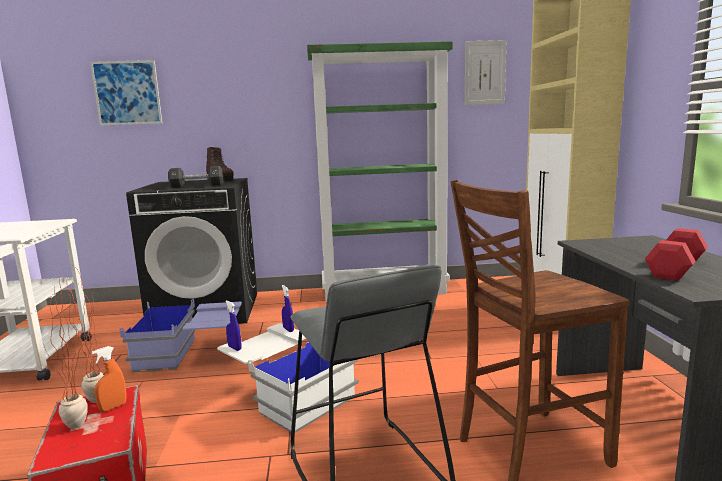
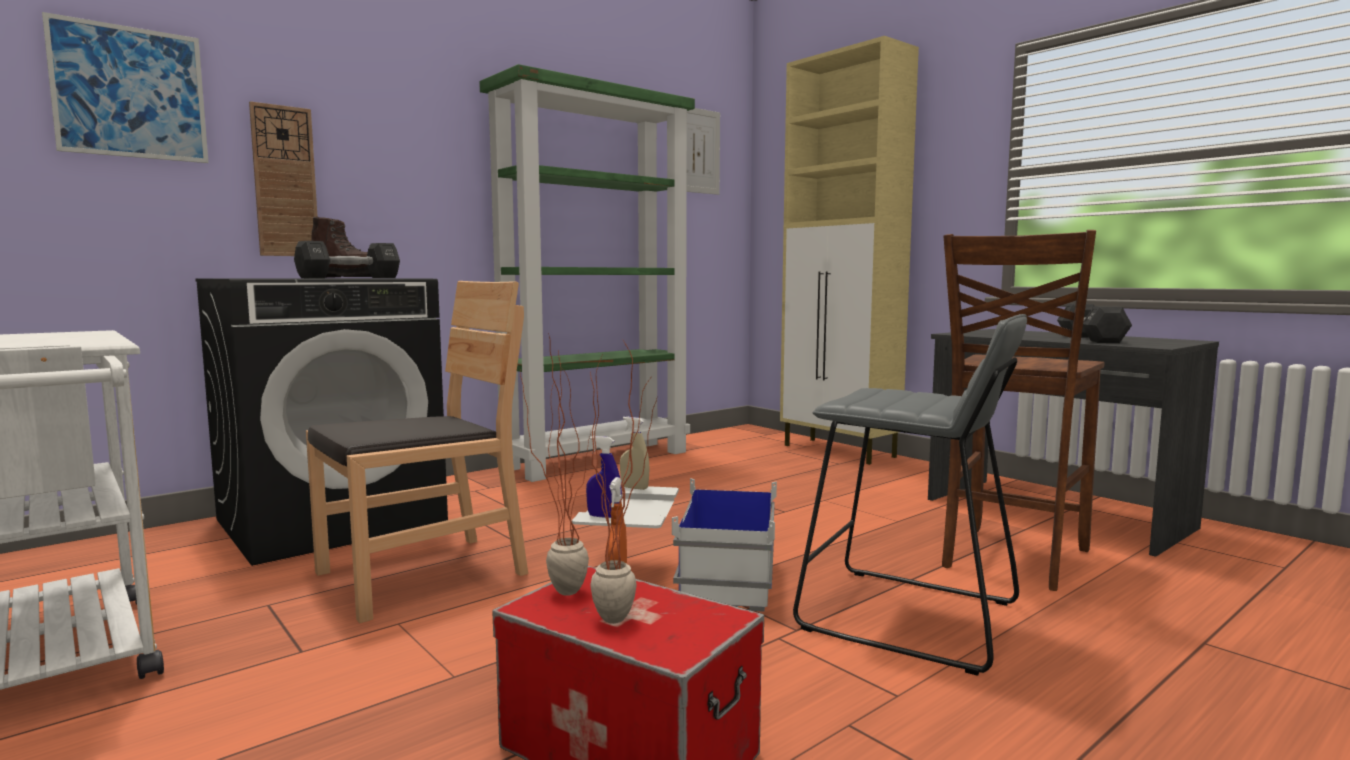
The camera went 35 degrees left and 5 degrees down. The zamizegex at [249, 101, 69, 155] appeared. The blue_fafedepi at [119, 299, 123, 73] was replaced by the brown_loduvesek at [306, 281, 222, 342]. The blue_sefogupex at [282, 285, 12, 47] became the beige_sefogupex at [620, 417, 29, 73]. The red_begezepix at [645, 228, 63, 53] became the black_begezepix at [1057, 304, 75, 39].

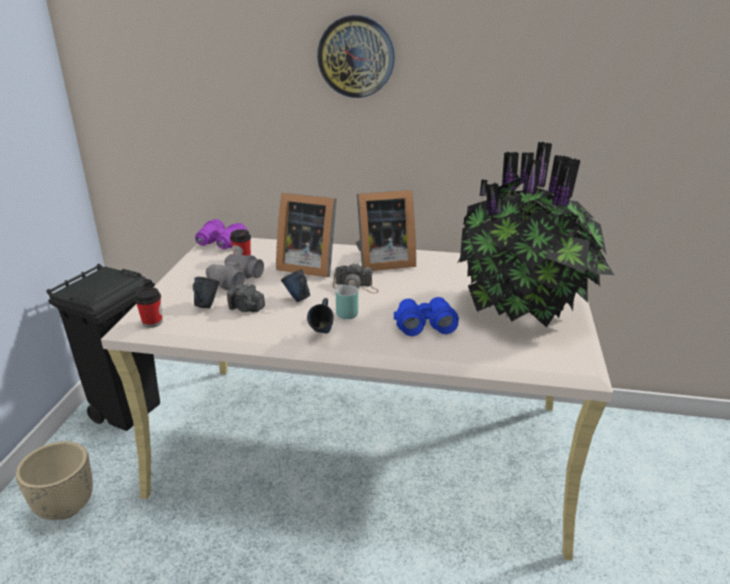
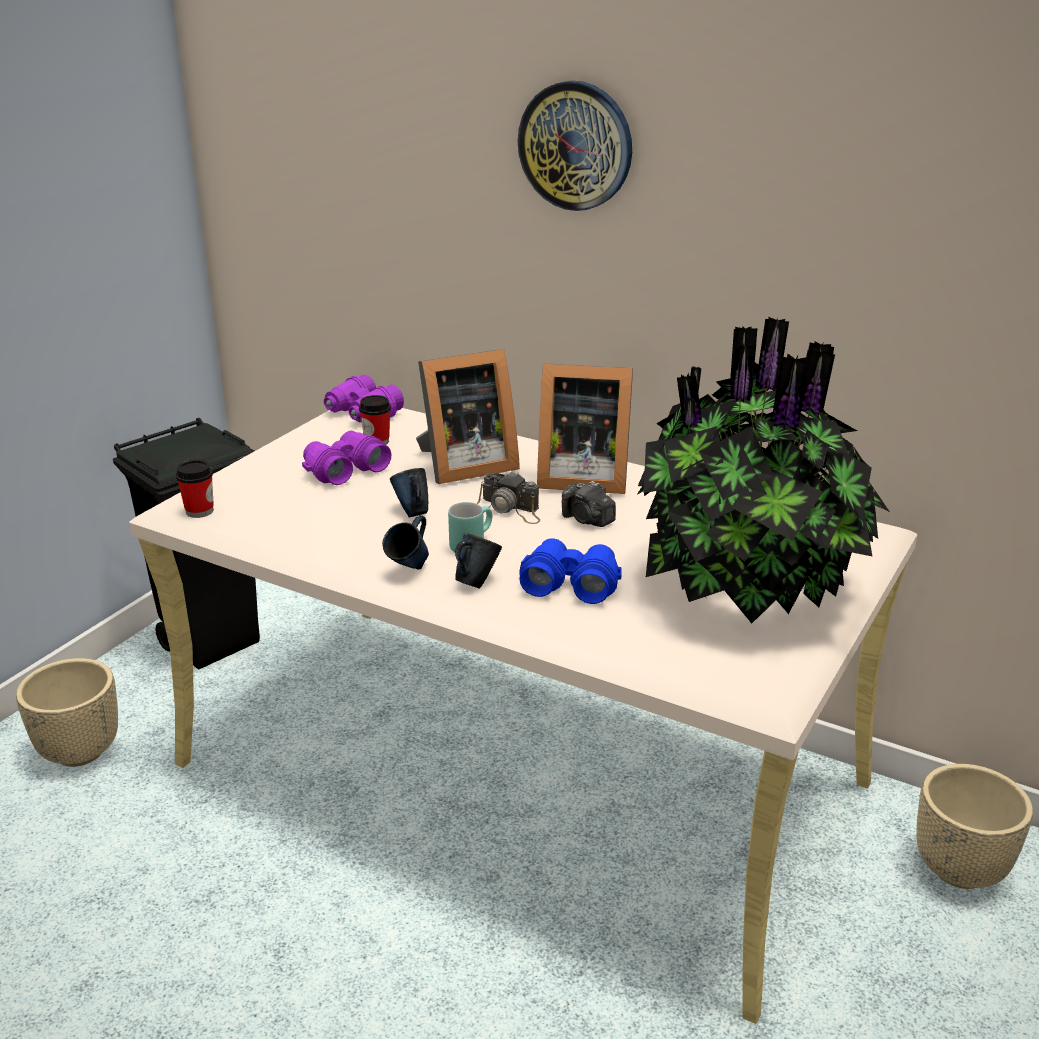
The camera went 20 degrees right and 0 degrees up. The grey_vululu at [206, 254, 58, 36] became the purple_vululu at [302, 431, 89, 54]. The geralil at [276, 193, 61, 84] turned 60 degrees counterclockwise. The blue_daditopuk moved from [193, 277, 26, 32] to [455, 533, 47, 56]. The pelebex moved from [227, 283, 38, 29] to [562, 481, 54, 46]. The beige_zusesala at [917, 764, 116, 125] appeared.

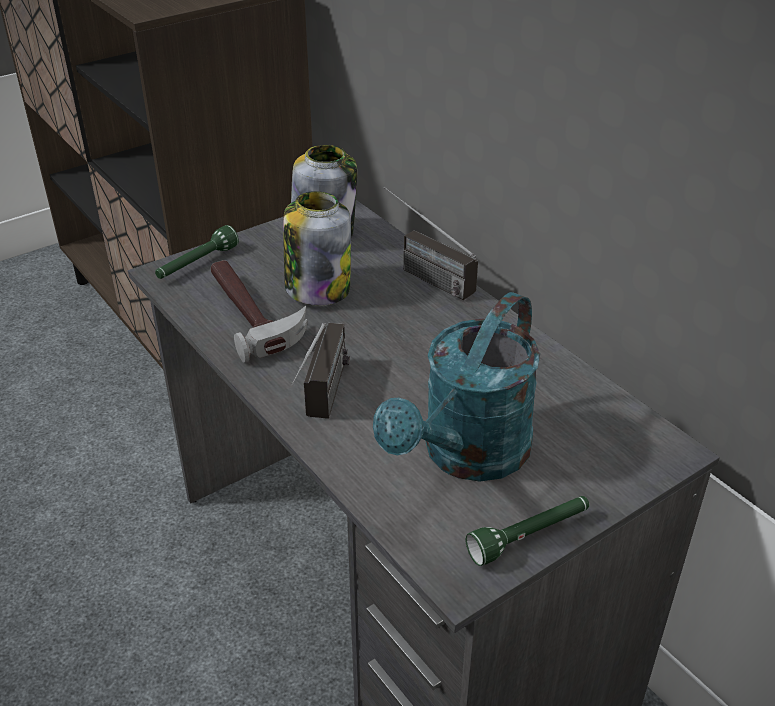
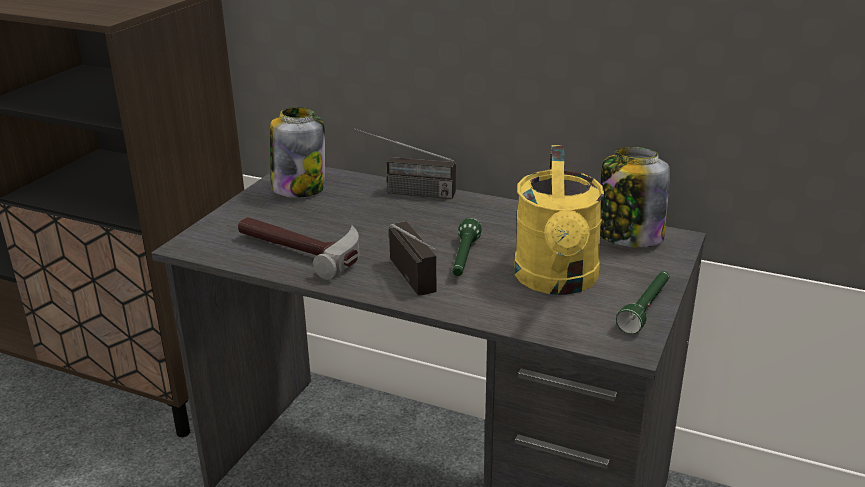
The camera went 30 degrees left and 10 degrees down. The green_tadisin moved from [155, 225, 84, 54] to [452, 218, 30, 58]. The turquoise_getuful at [373, 292, 167, 190] became the yellow_getuful at [514, 145, 90, 150]. The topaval moved from [283, 191, 68, 115] to [600, 147, 70, 100].

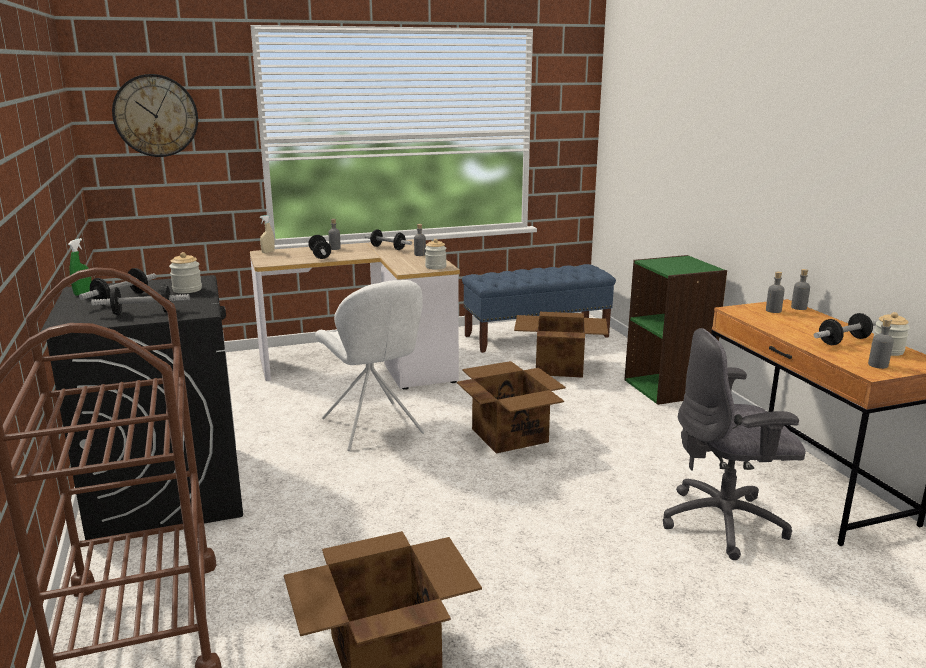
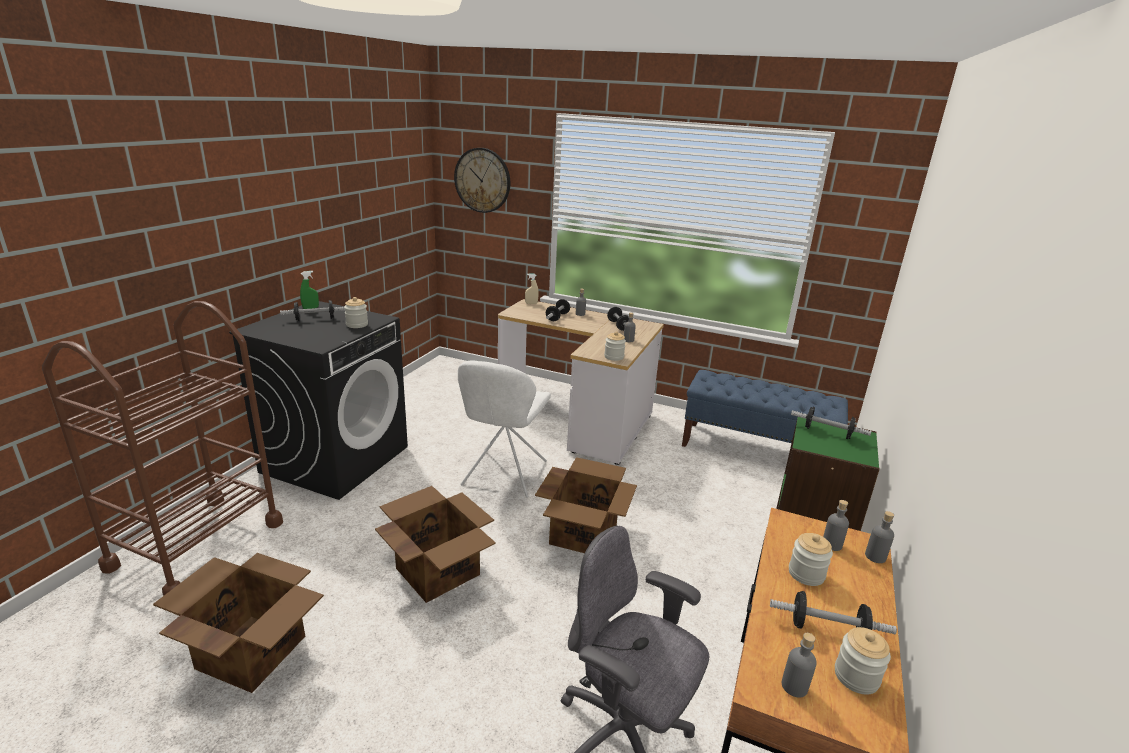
The camera went 40 degrees right and 5 degrees up. The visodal moved from [514, 312, 94, 66] to [375, 486, 121, 117]. The topaval at [789, 533, 44, 53] appeared. The begezepix moved from [91, 284, 99, 31] to [791, 407, 80, 32].

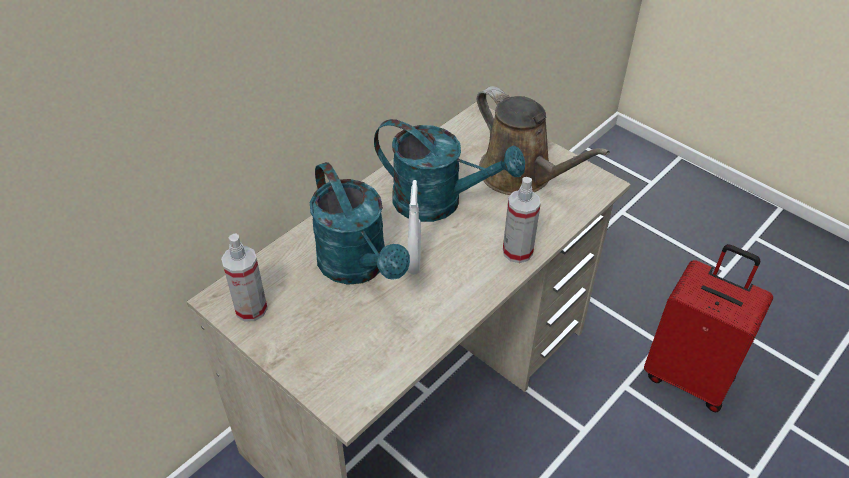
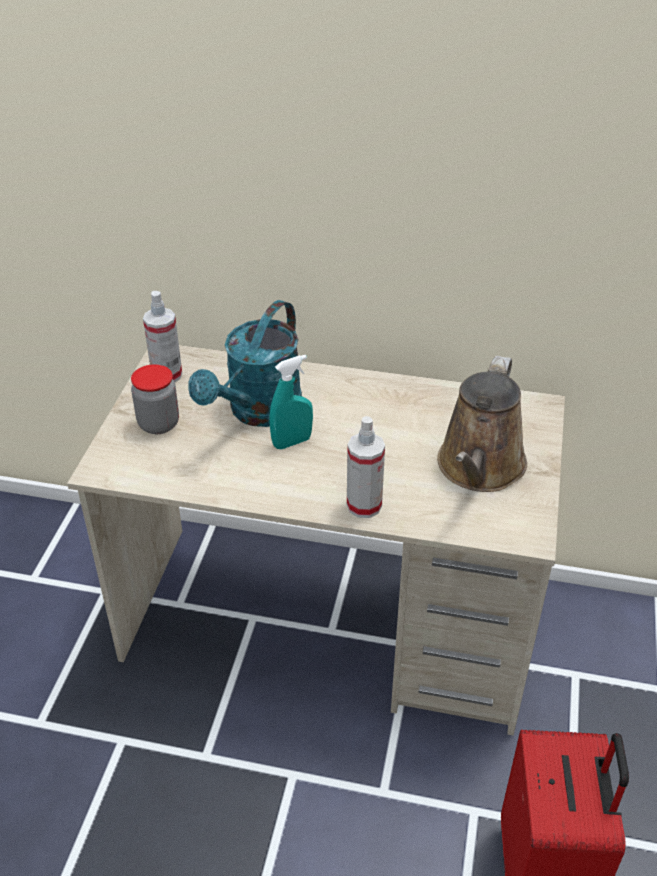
The camera went 60 degrees right and 5 degrees down. The topaval at [131, 364, 48, 70] appeared. The white_sefogupex at [408, 180, 13, 94] became the turquoise_sefogupex at [270, 355, 43, 94]. The turquoise_getuful at [374, 119, 151, 103] disappeared.

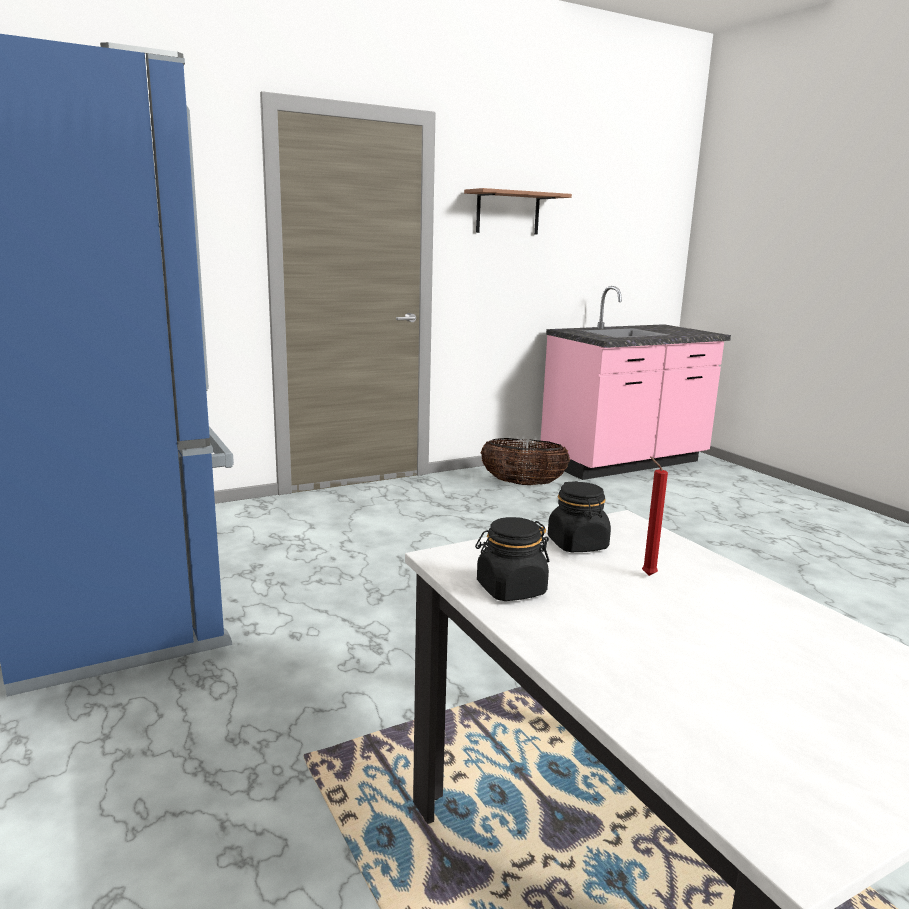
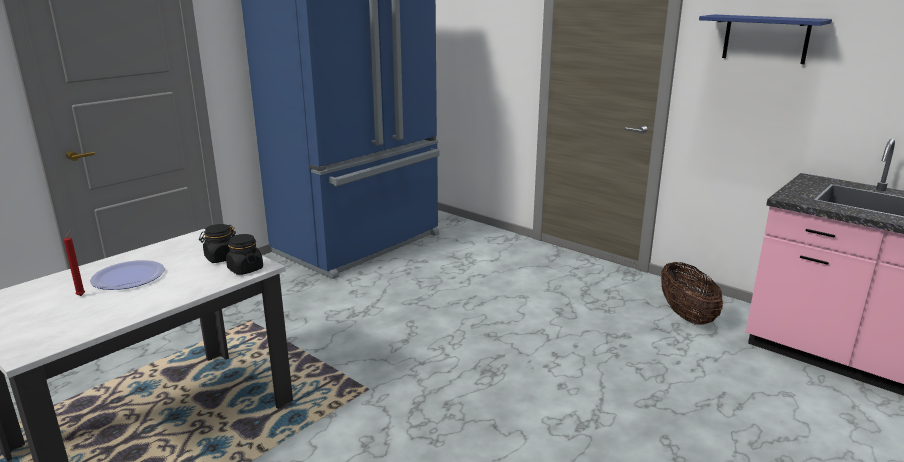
The camera went 70 degrees right and 5 degrees up. The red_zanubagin moved from [642, 456, 26, 120] to [64, 230, 21, 66]. The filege at [90, 260, 75, 30] appeared. The black_topaval moved from [475, 517, 74, 84] to [226, 234, 37, 41]. The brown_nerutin at [464, 188, 108, 47] became the blue_nerutin at [699, 15, 133, 49].

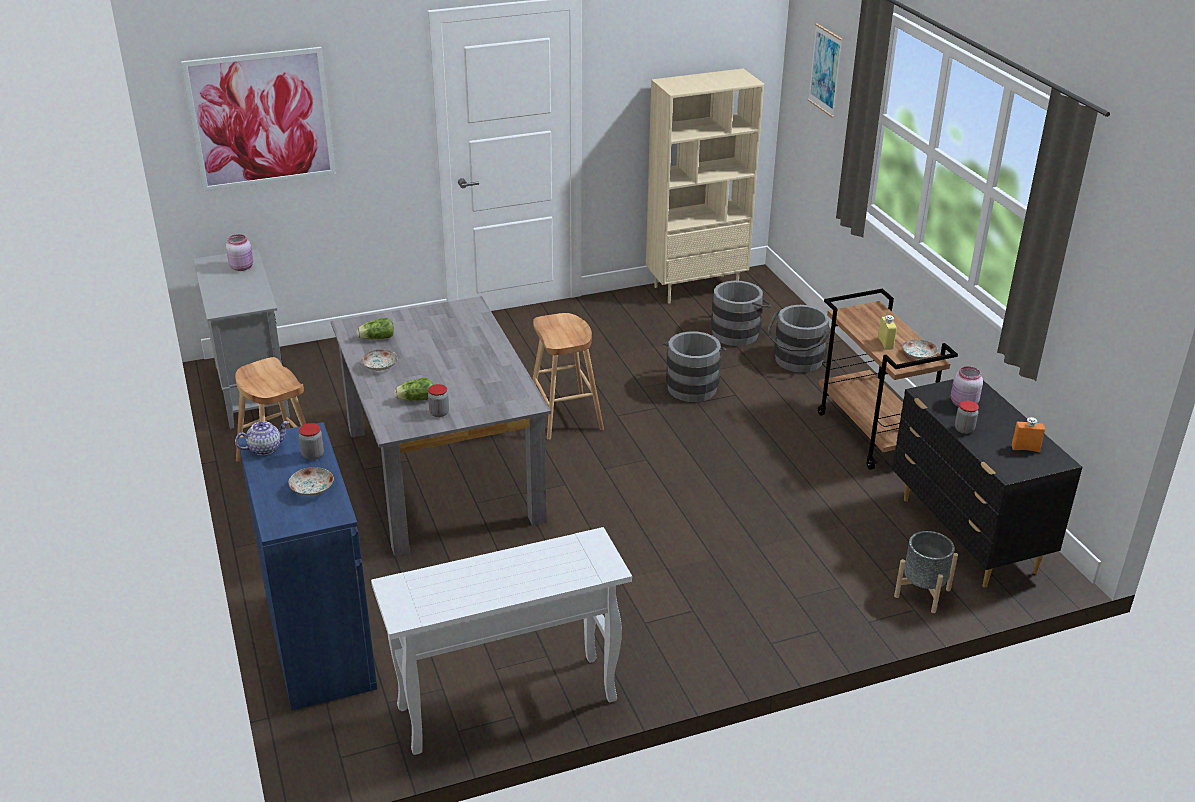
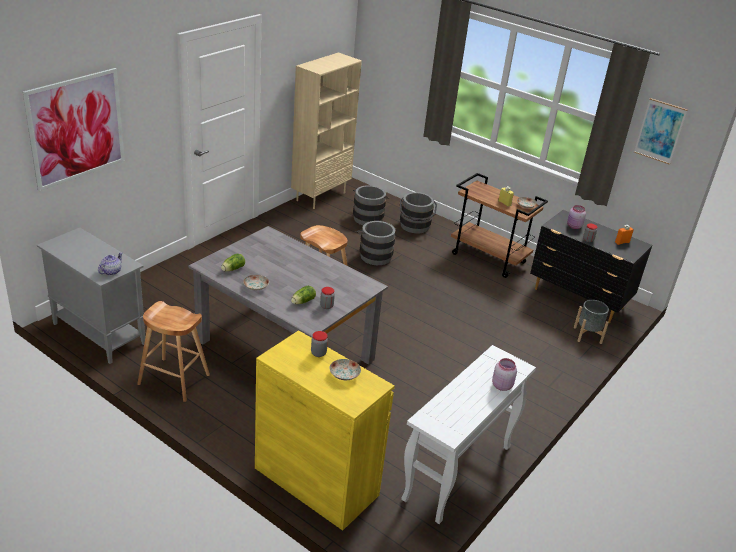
The camera went 35 degrees left and 0 degrees up. The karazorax moved from [235, 421, 54, 34] to [98, 252, 25, 23]. The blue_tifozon at [238, 422, 139, 289] became the yellow_tifozon at [255, 330, 140, 201]. The pink_topaval moved from [226, 234, 27, 37] to [492, 358, 25, 33]. The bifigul moved from [808, 24, 35, 94] to [634, 98, 54, 67].

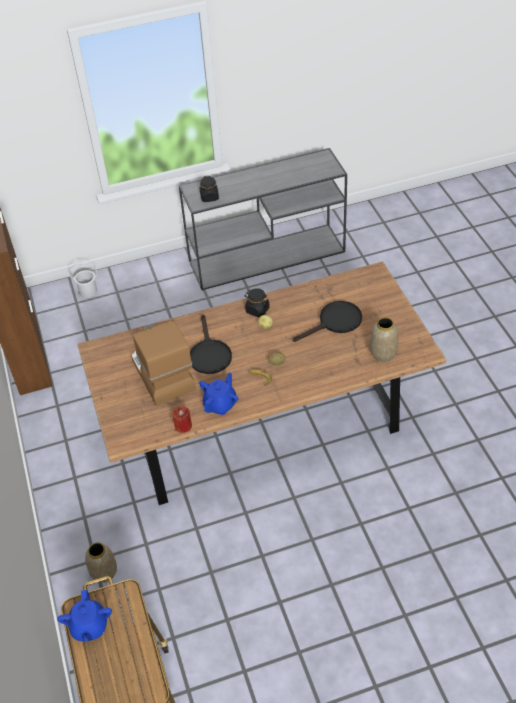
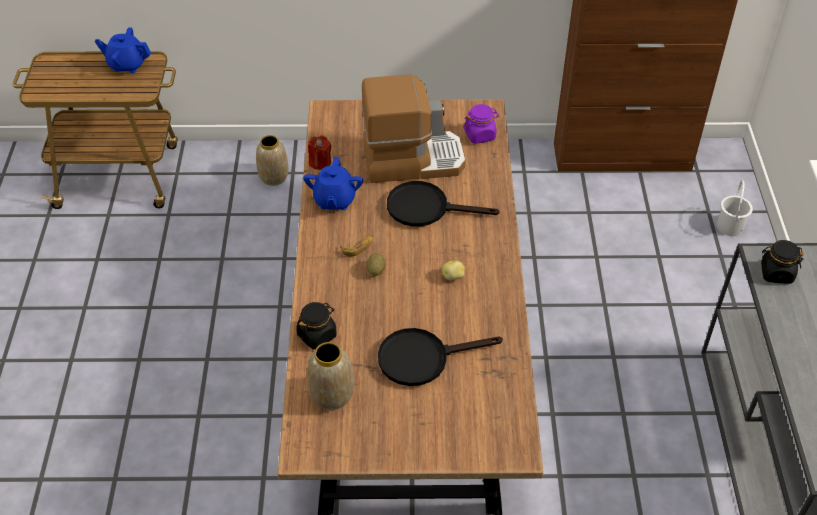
The camera went 105 degrees right and 0 degrees up. The black_topaval moved from [244, 288, 26, 29] to [296, 302, 41, 47]. The blue_karazorax at [199, 373, 39, 42] turned 45 degrees clockwise. The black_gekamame at [292, 301, 70, 41] turned 90 degrees clockwise. The purple_topaval at [463, 104, 36, 40] appeared.

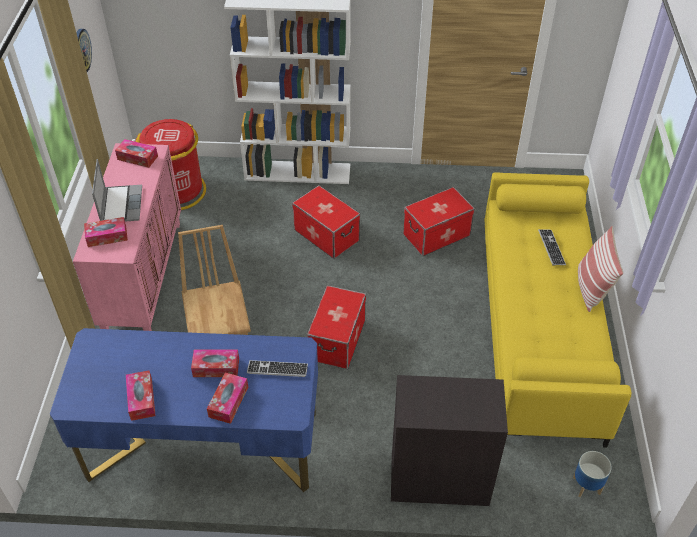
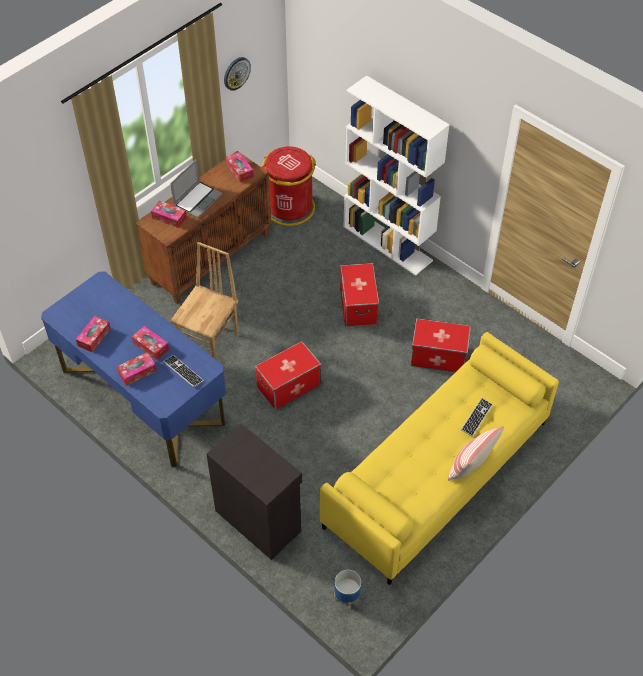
The camera went 40 degrees right and 5 degrees up. The pink_tifozon at [73, 143, 108, 188] became the brown_tifozon at [136, 151, 135, 153].

